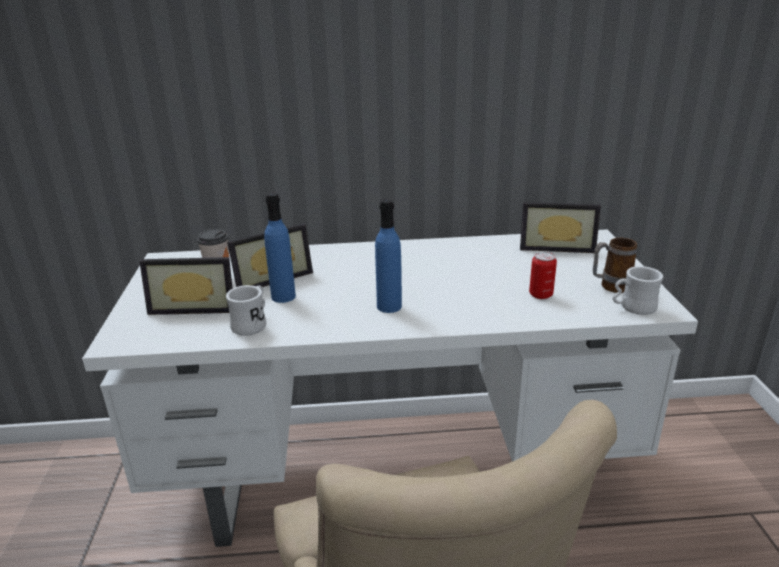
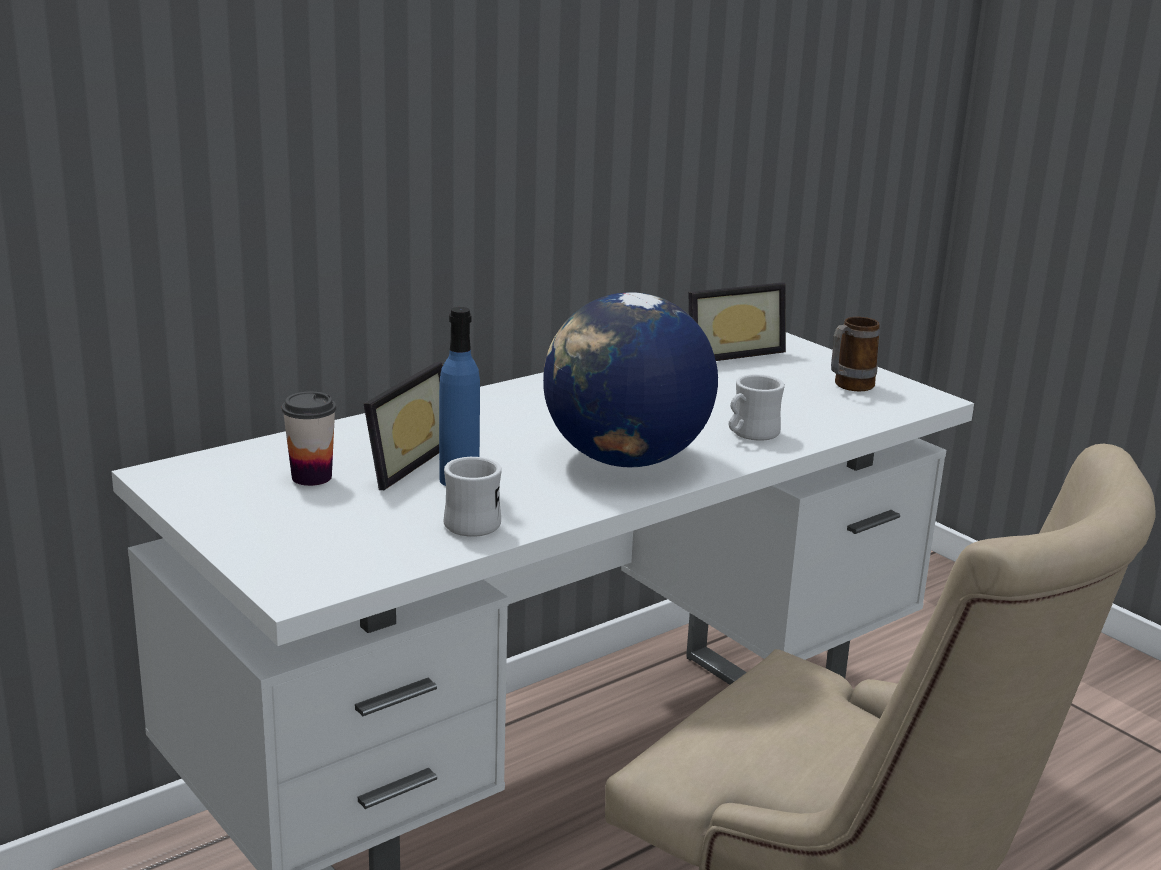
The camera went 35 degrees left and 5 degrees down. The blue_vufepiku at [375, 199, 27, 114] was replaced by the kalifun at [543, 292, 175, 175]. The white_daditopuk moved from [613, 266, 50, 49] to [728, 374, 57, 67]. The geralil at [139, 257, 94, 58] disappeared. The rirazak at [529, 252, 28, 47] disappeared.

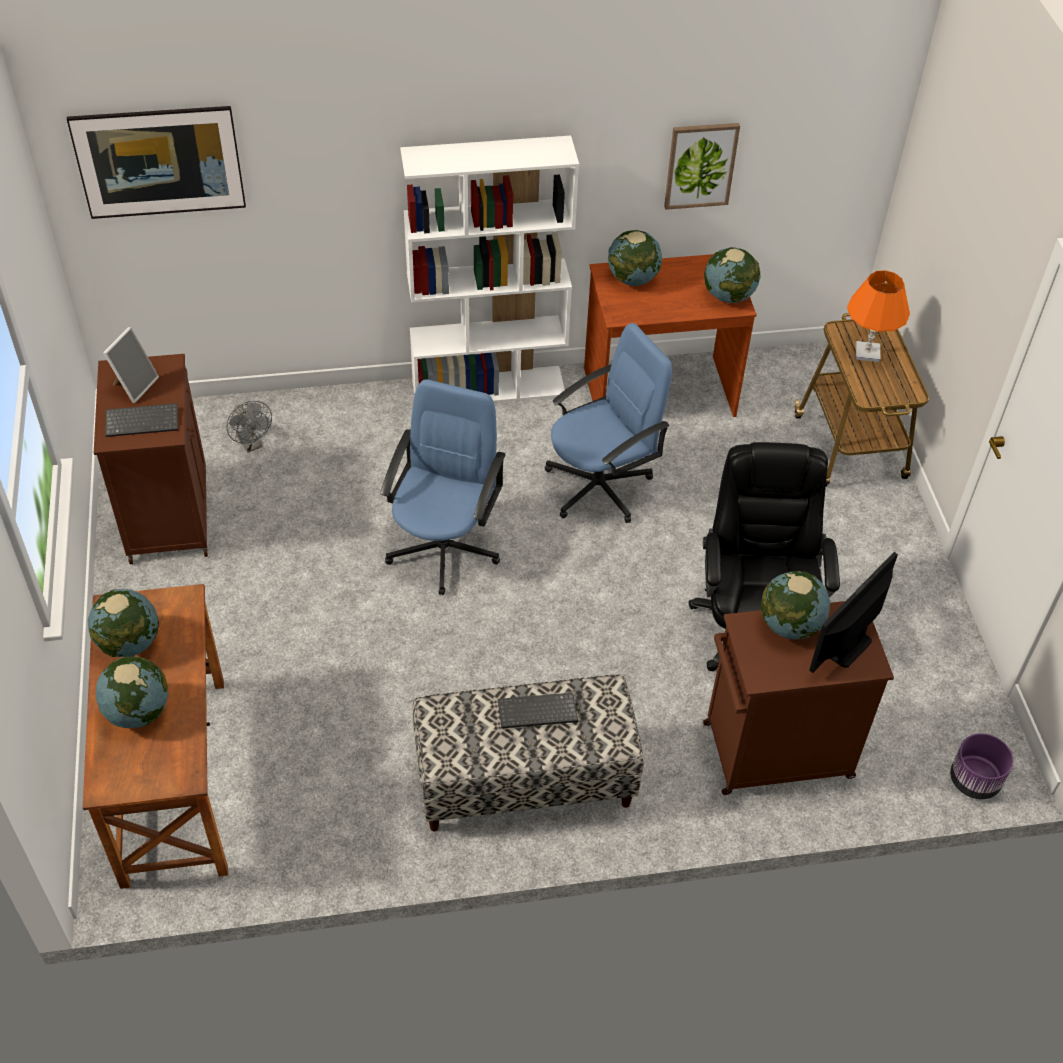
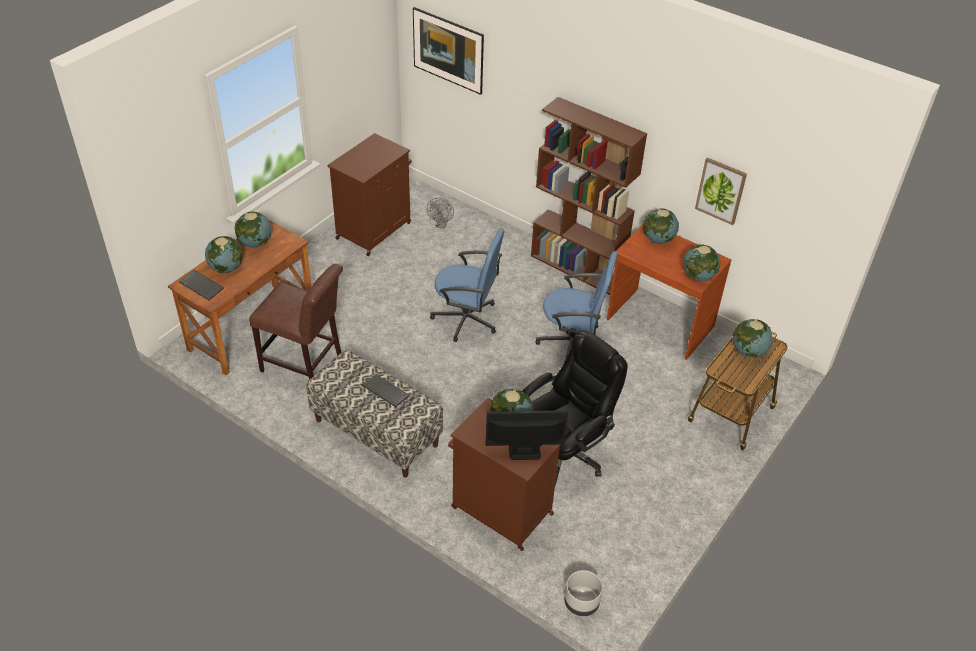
The camera went 45 degrees right and 5 degrees down. The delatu moved from [105, 403, 73, 34] to [179, 270, 45, 31]. The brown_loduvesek at [249, 264, 94, 116] appeared. The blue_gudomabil at [380, 379, 125, 216] turned 45 degrees clockwise. The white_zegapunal at [400, 135, 179, 268] became the brown_zegapunal at [531, 97, 116, 198]. The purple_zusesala at [950, 733, 63, 66] became the grey_zusesala at [564, 570, 39, 46]. The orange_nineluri at [847, 270, 63, 92] was replaced by the kalifun at [733, 319, 40, 39]. The geralil at [103, 327, 56, 76] disappeared.

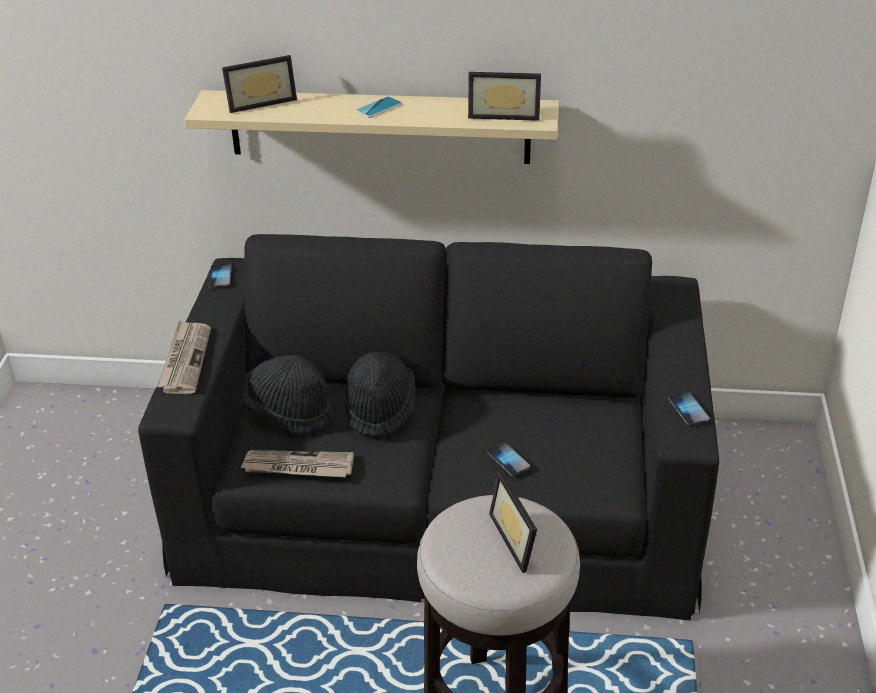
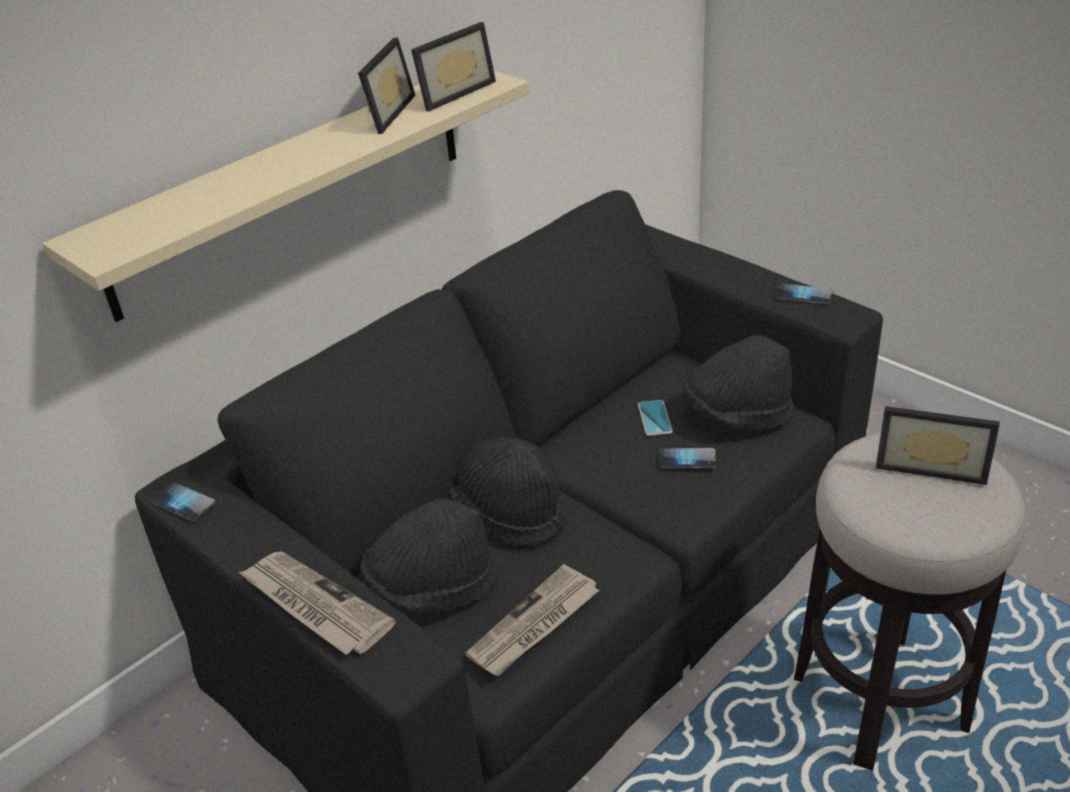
The camera went 50 degrees left and 0 degrees up. The geralil moved from [222, 55, 75, 58] to [358, 37, 58, 97]. The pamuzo moved from [356, 96, 46, 22] to [638, 400, 35, 36]. The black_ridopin at [683, 335, 111, 97] appeared.

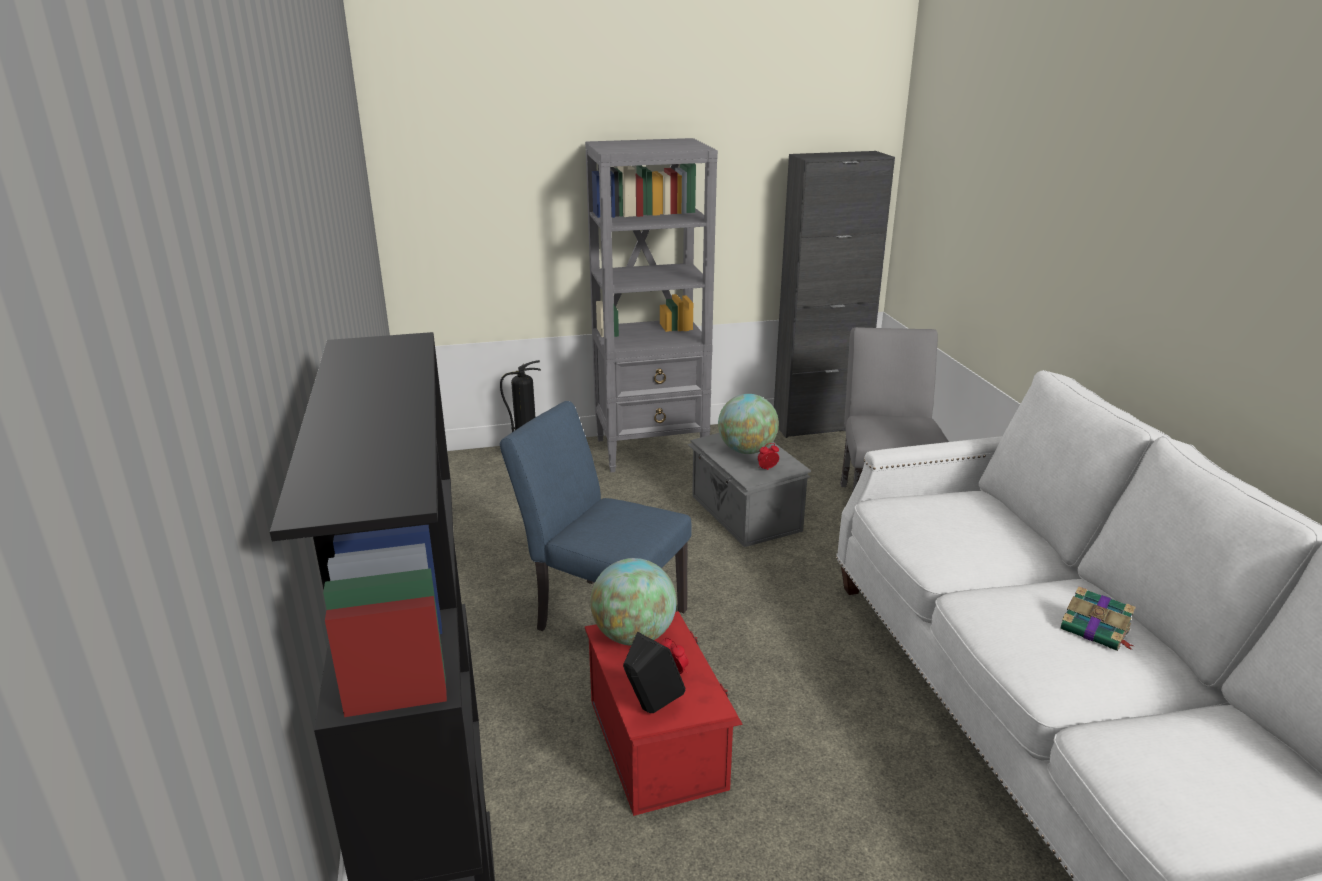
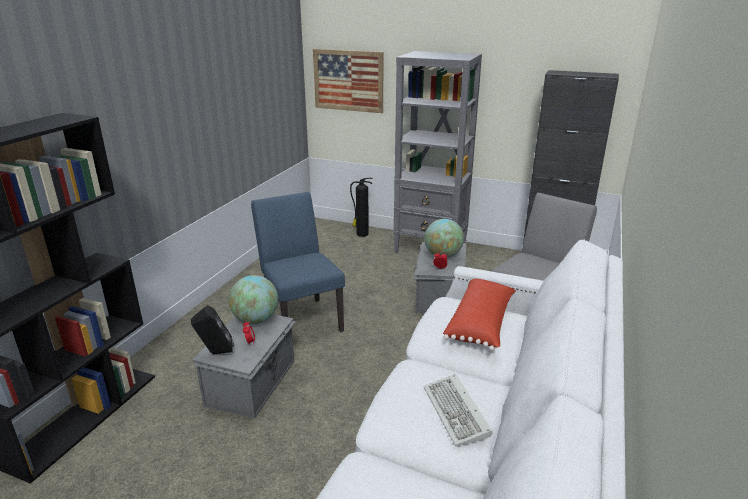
The camera went 35 degrees right and 0 degrees up. The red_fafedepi at [585, 611, 158, 205] became the grey_fafedepi at [192, 314, 104, 105]. The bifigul at [313, 49, 71, 64] appeared. The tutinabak at [1060, 586, 76, 65] was replaced by the delatu at [423, 374, 69, 73]. The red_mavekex at [443, 279, 73, 72] appeared.

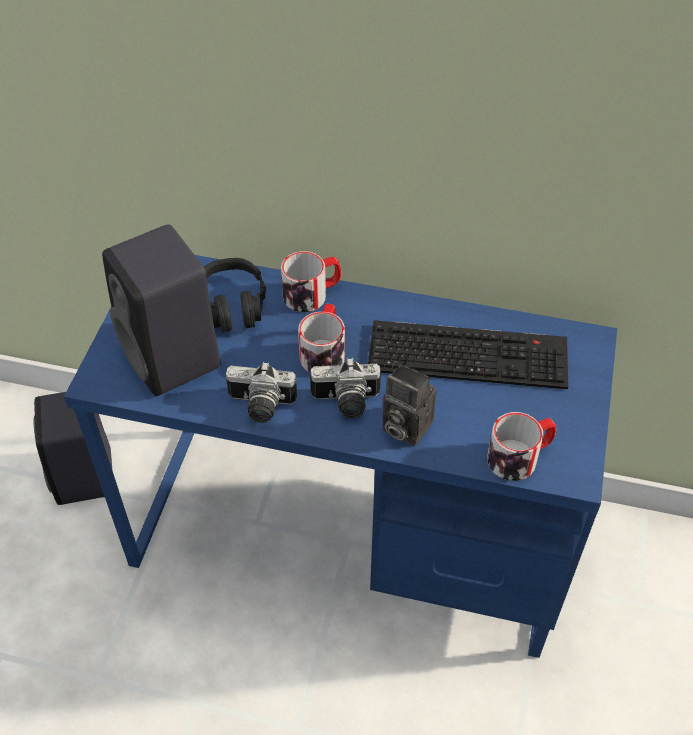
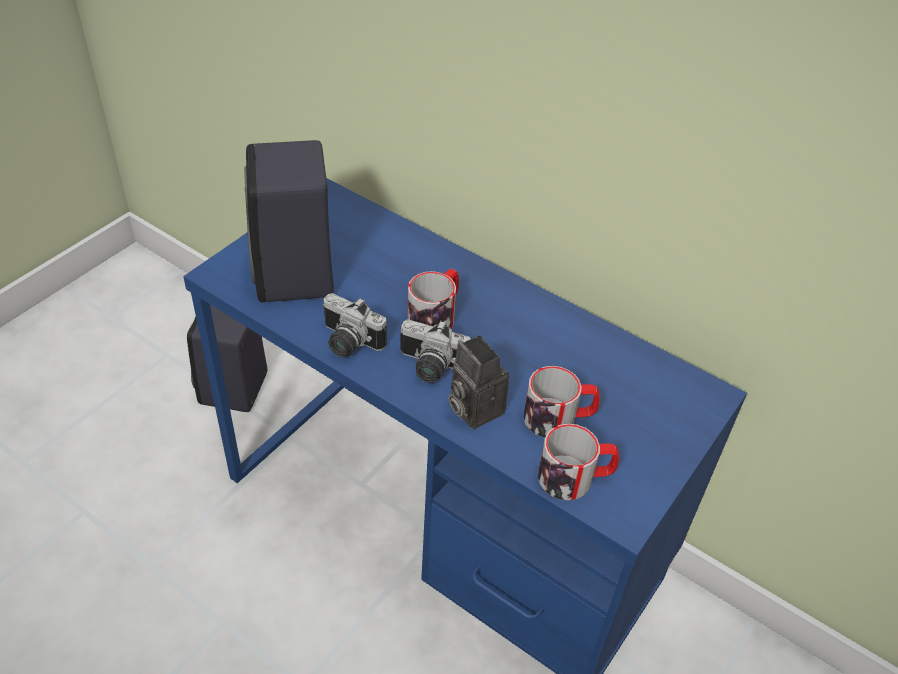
The camera went 20 degrees right and 5 degrees down. The daditopuk moved from [281, 251, 60, 61] to [523, 366, 77, 72]. The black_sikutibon at [204, 258, 62, 75] disappeared. The delatu at [368, 320, 200, 69] disappeared.

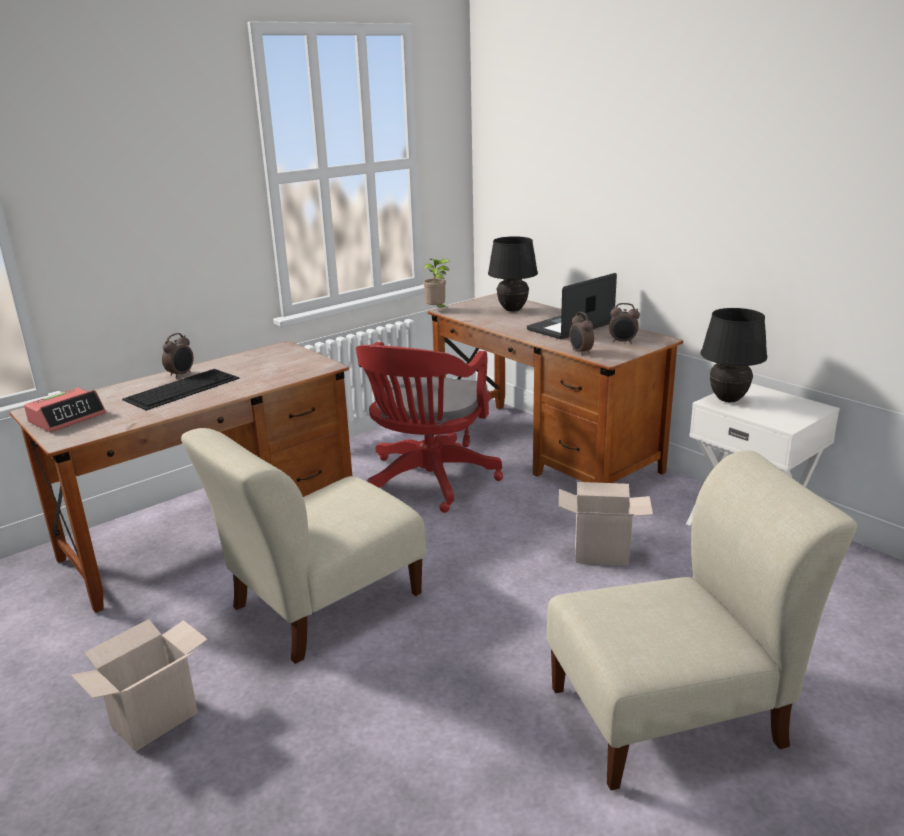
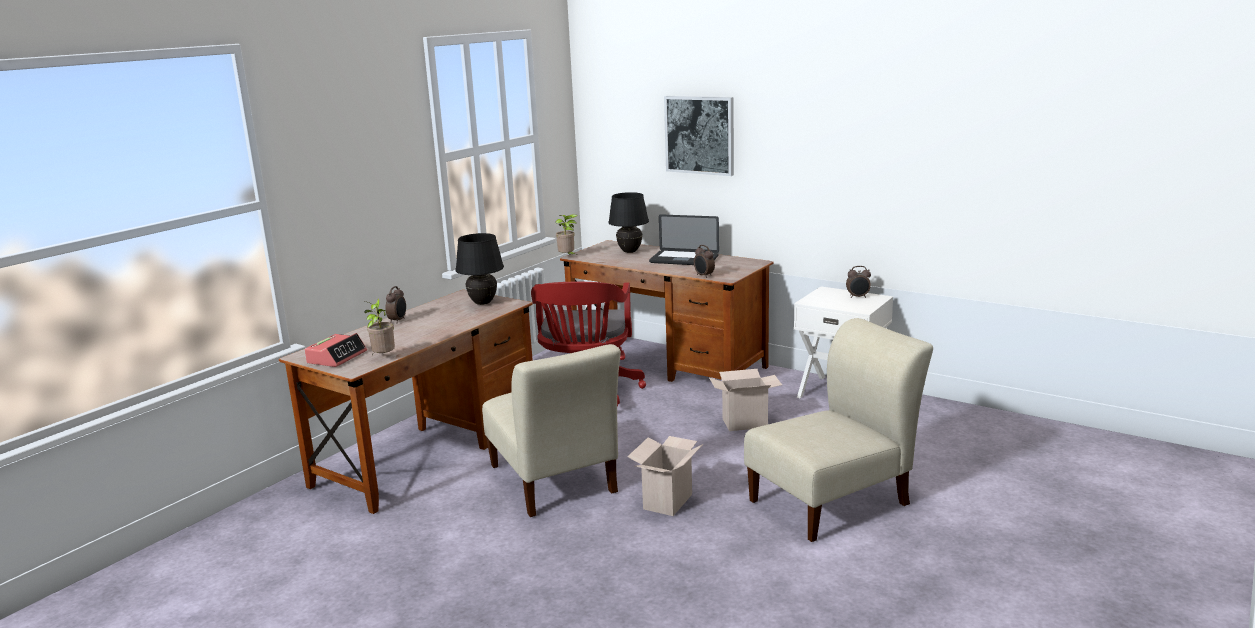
The camera went 15 degrees left and 5 degrees down. The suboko at [364, 298, 31, 57] appeared. The black_nineluri moved from [701, 308, 66, 94] to [455, 233, 49, 72]. The beige_loduvesek at [181, 428, 245, 236] turned 60 degrees counterclockwise. The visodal moved from [71, 619, 137, 133] to [627, 436, 76, 80]. The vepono at [527, 273, 90, 66] turned 105 degrees counterclockwise. The bifigul at [664, 96, 70, 80] appeared. The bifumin moved from [609, 303, 31, 41] to [846, 266, 25, 32]. The delatu at [122, 369, 118, 42] disappeared.

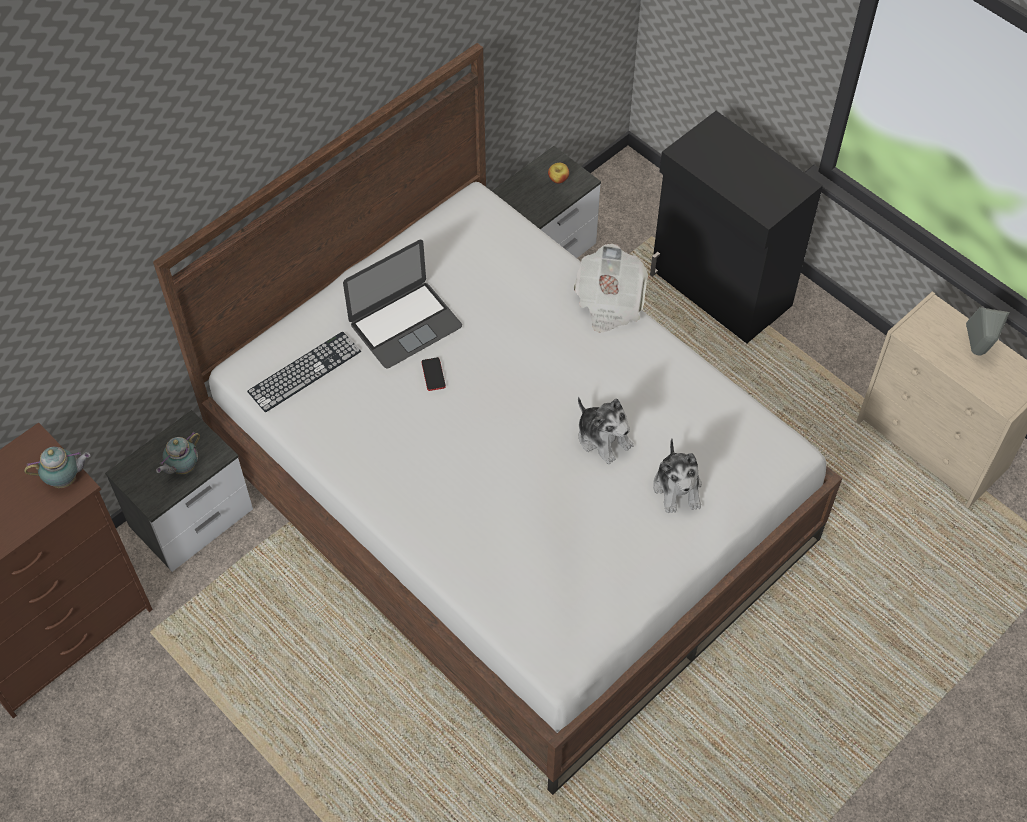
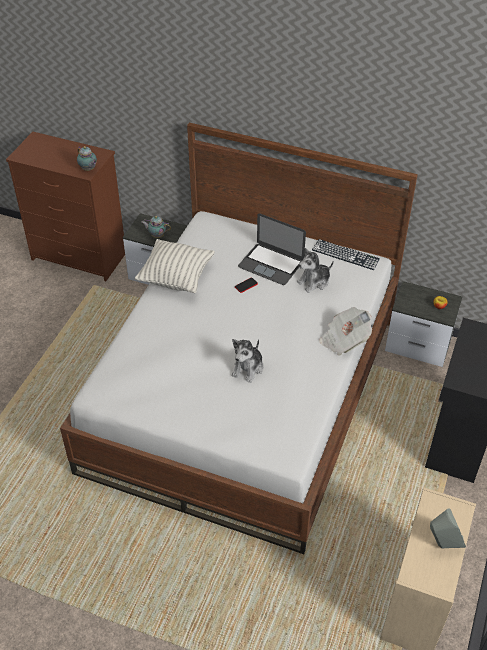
The camera went 65 degrees right and 10 degrees down. The mavekex at [135, 239, 80, 54] appeared. The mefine moved from [653, 438, 49, 75] to [297, 248, 37, 45]. The delatu moved from [247, 331, 114, 82] to [312, 239, 68, 31].

